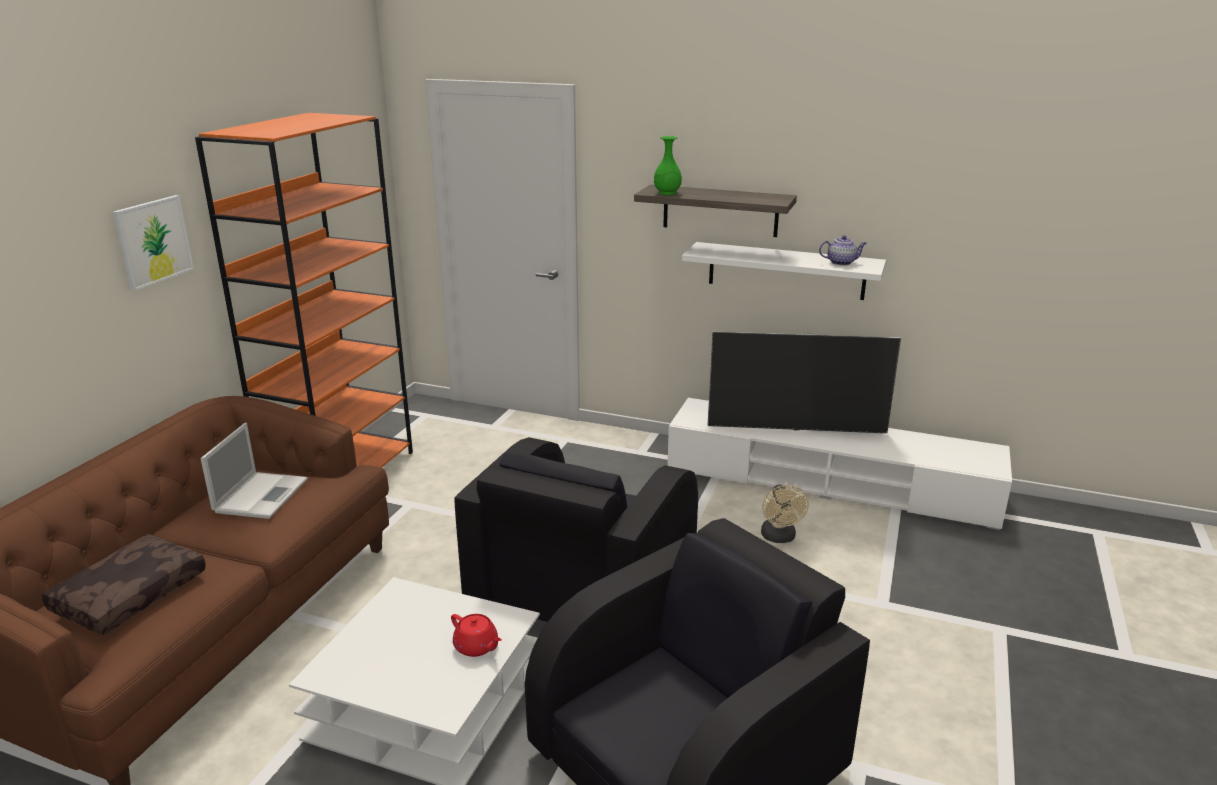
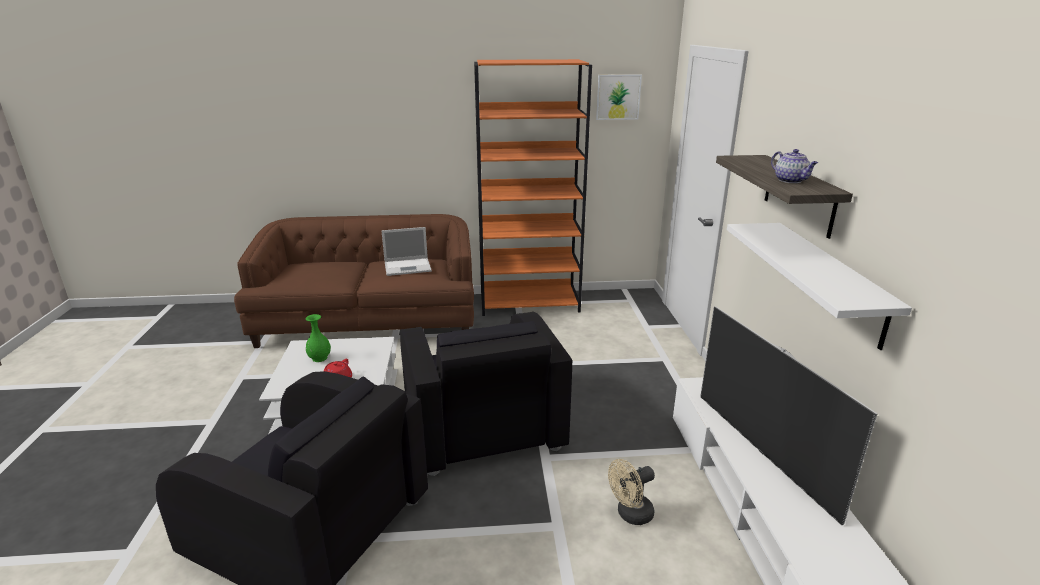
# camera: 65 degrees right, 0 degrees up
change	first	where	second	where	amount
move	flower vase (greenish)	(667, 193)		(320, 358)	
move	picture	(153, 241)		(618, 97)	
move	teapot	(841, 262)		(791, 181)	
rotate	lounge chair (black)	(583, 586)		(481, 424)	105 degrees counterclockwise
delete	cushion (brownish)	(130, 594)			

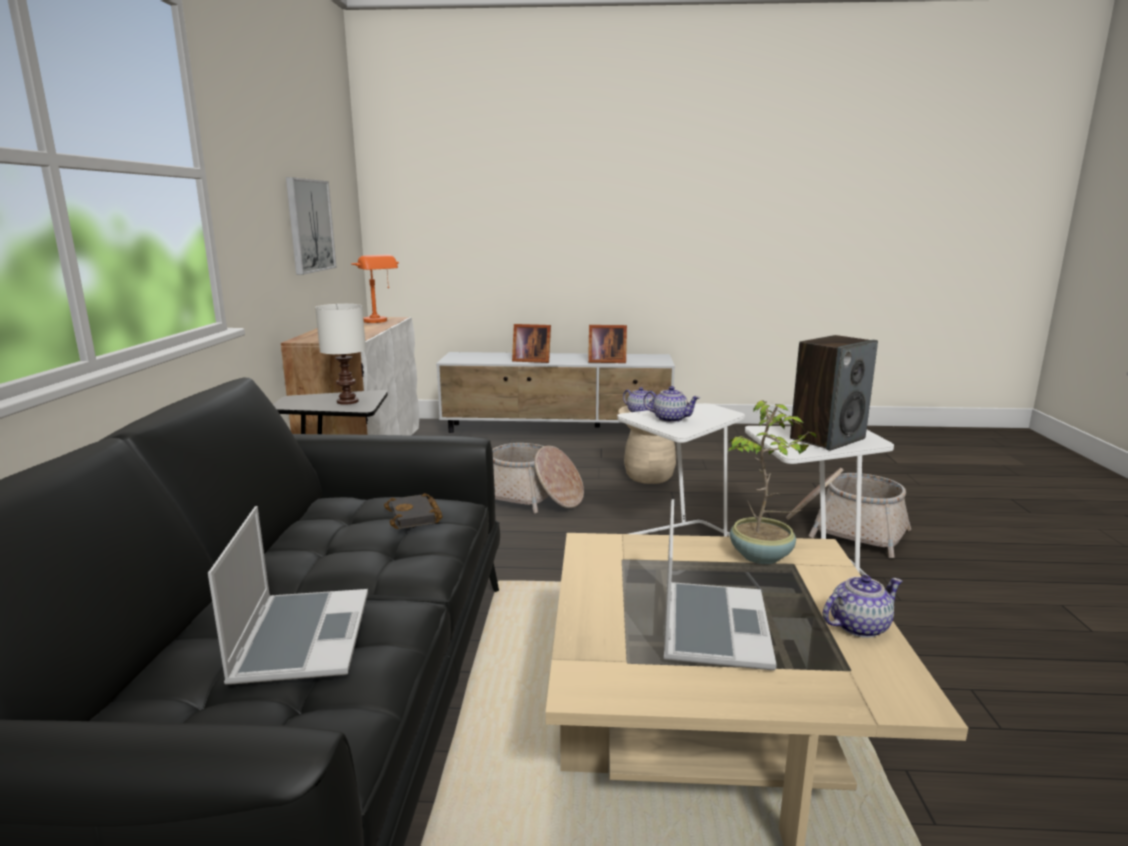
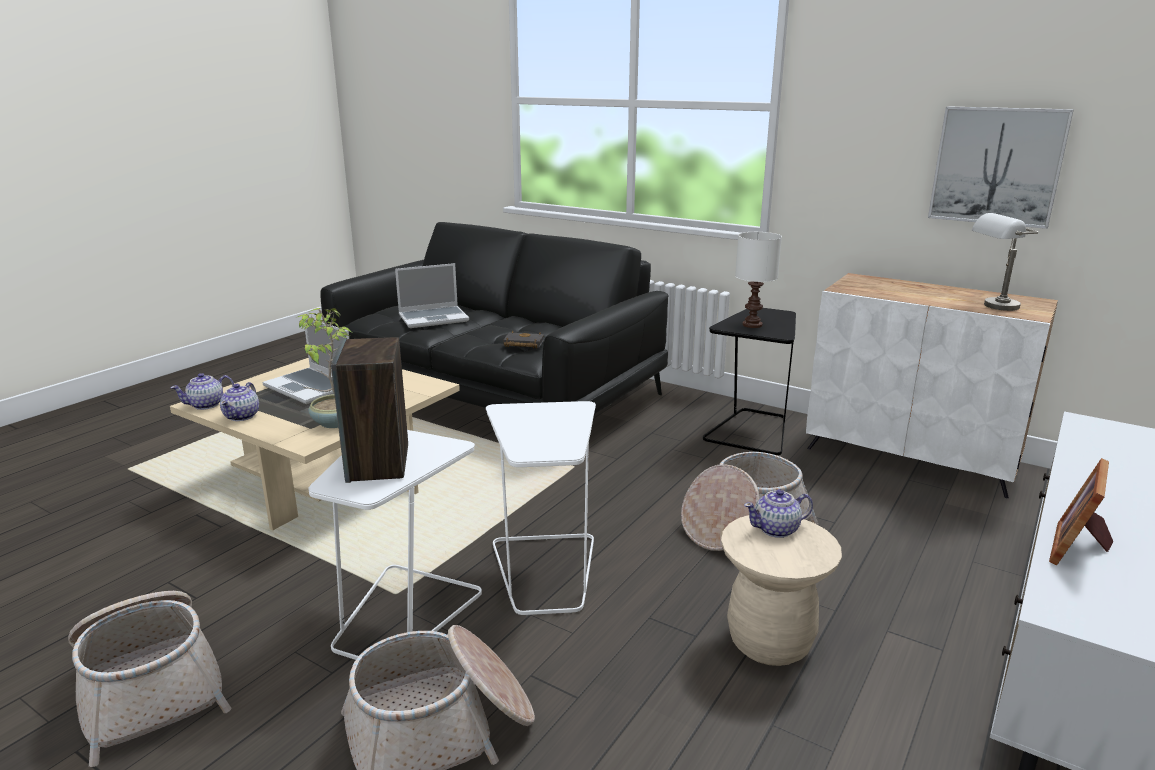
# camera: 120 degrees right, 5 degrees up
change	first	where	second	where	amount
recolor	lamp for a table (orangey)	(379, 322)	lamp for a table (gray)	(992, 307)	
delete	standing frame	(530, 360)			
move	teapot	(670, 419)		(207, 405)	
rotate	portable computer	(301, 637)		(434, 318)	45 degrees counterclockwise
insert			household basket	(150, 687)	

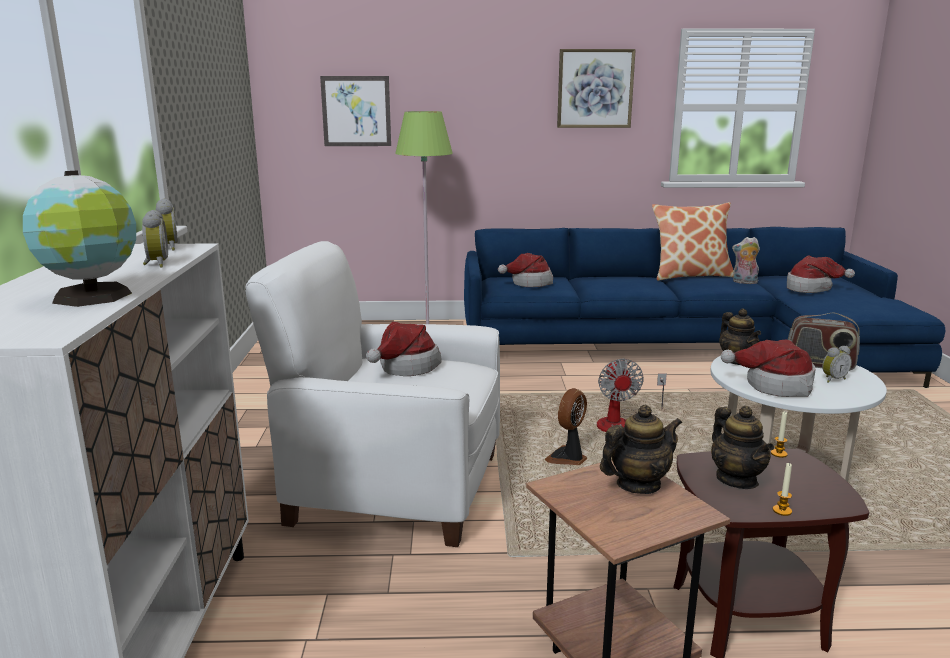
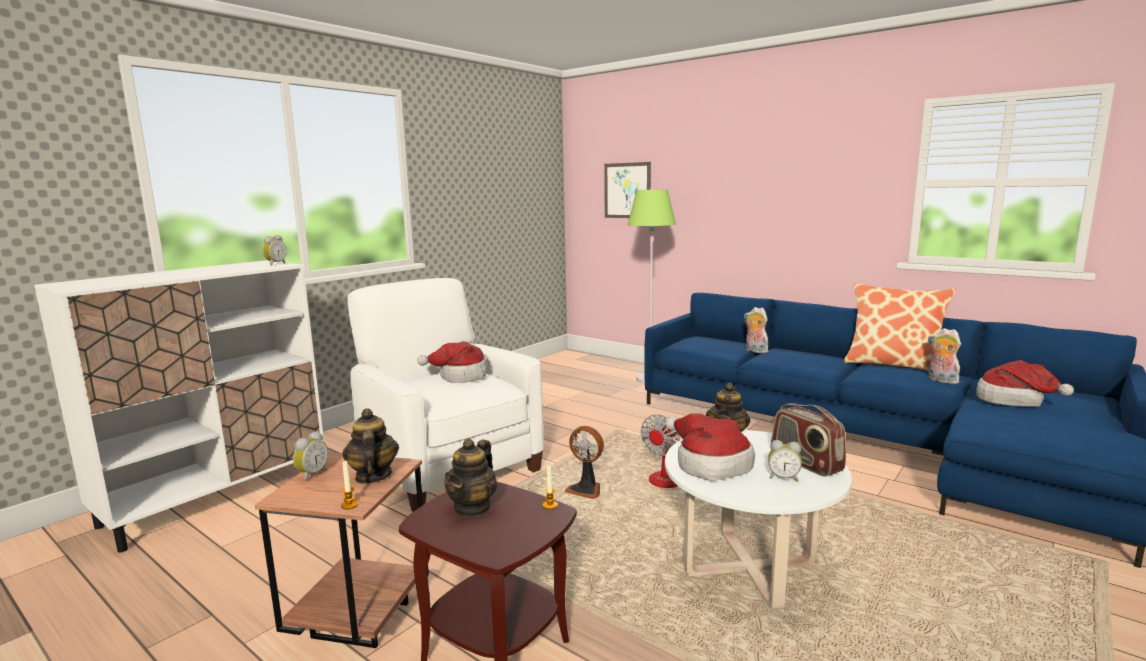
# camera: 40 degrees right, 5 degrees down
change	first	where	second	where	amount
delete	picture	(595, 89)			
delete	globe	(93, 297)			
move	bedside clock	(156, 264)		(311, 474)	
delete	hat	(529, 282)			
rotate	cooling fan	(568, 458)		(586, 490)	135 degrees counterclockwise
rotate	teapot	(638, 484)		(372, 476)	120 degrees counterclockwise
move	candle	(782, 510)		(349, 505)	
insert			plush toy	(755, 351)	

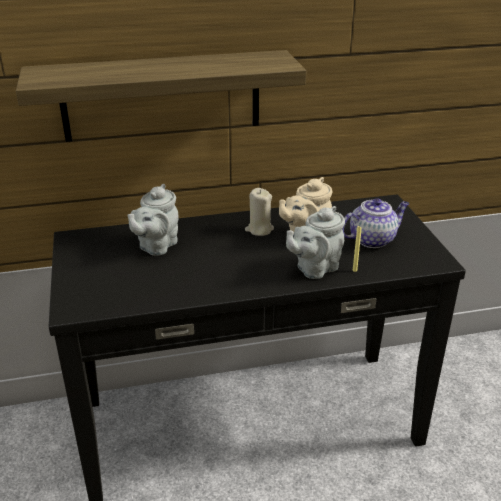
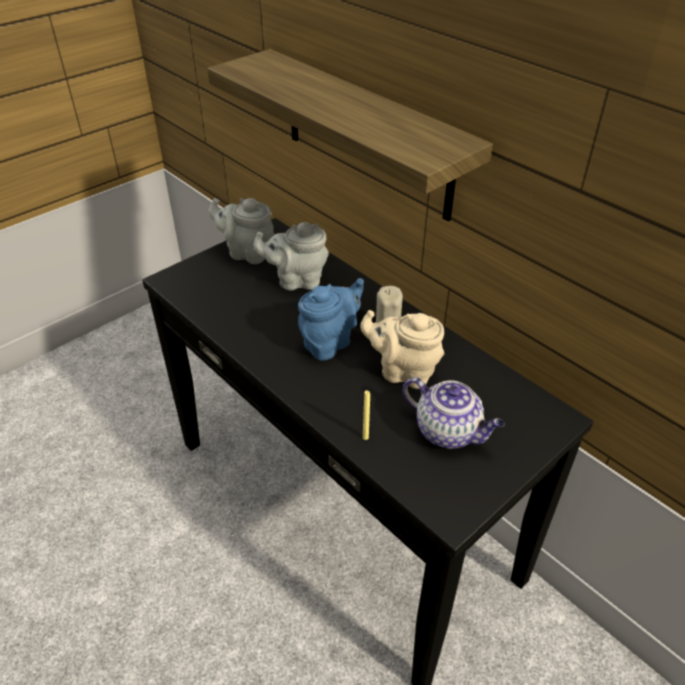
# camera: 60 degrees right, 10 degrees up
change	first	where	second	where	amount
move	teapot (gray)	(314, 269)		(247, 253)	
insert			teapot (blue)	(330, 342)	

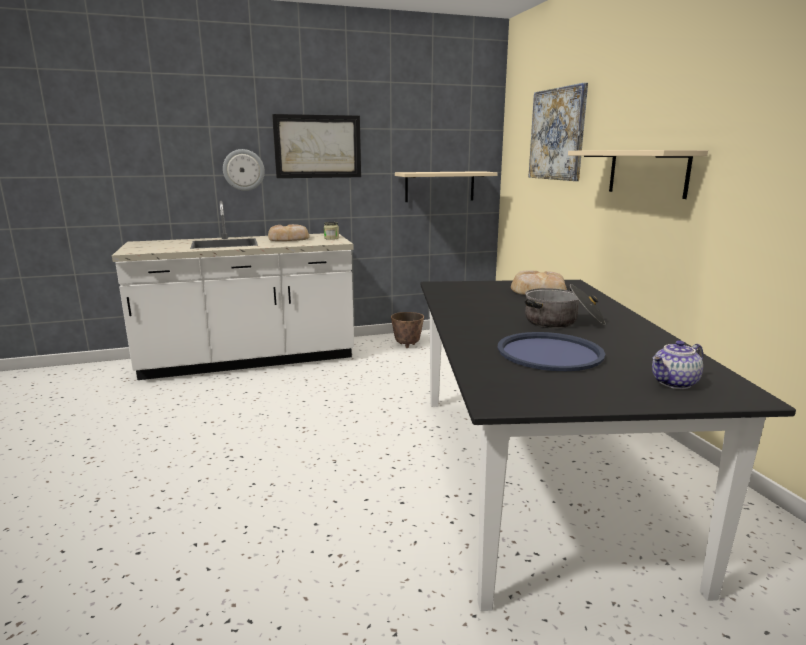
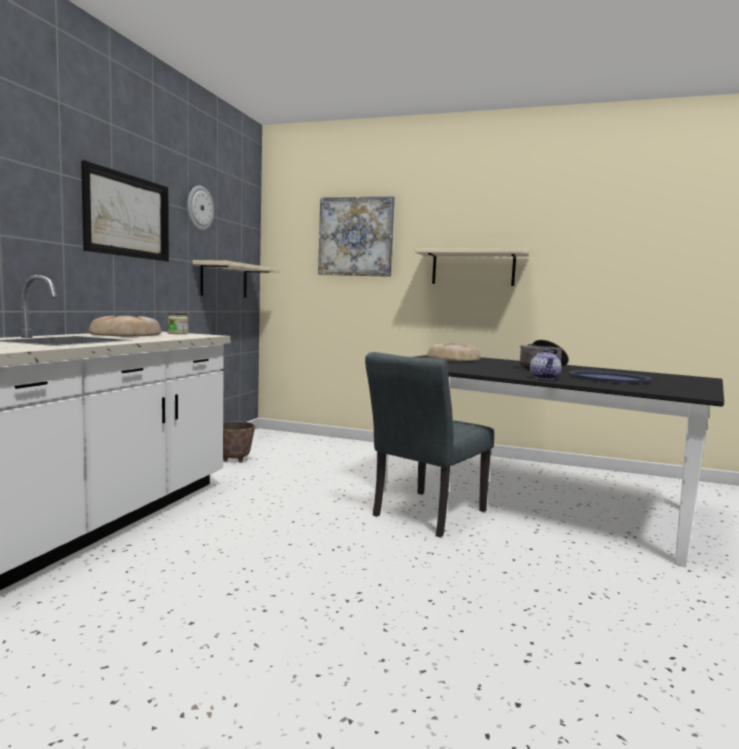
# camera: 55 degrees left, 10 degrees down
change	first	where	second	where	amount
move	wall clock	(243, 170)		(199, 208)	
move	teapot	(675, 383)		(545, 378)	
insert			plain chair (gray)	(424, 515)	

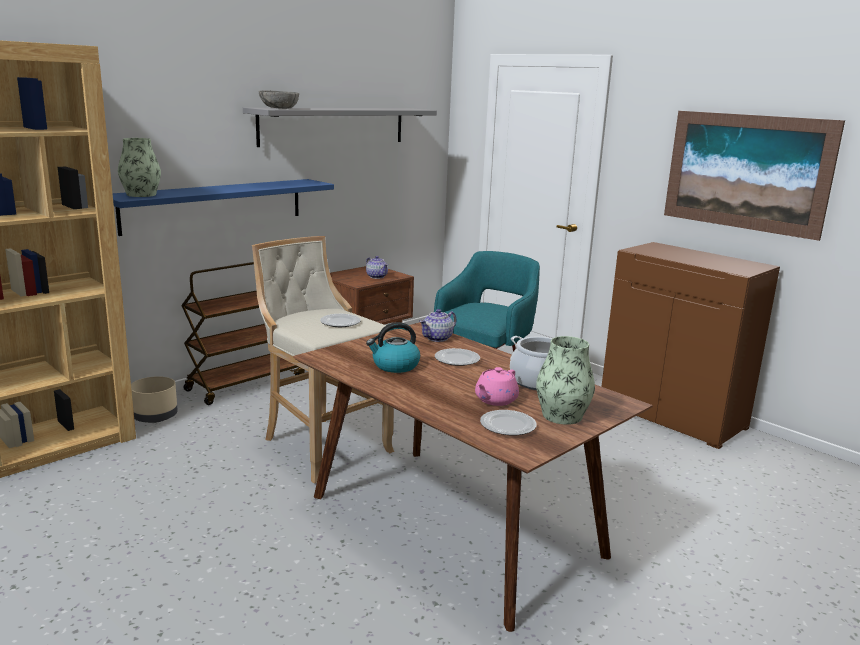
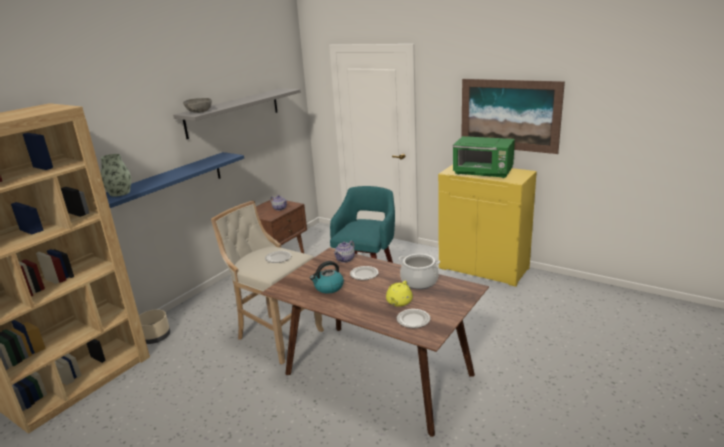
# camera: 10 degrees left, 5 degrees up
change	first	where	second	where	amount
recolor	storage cabinet (brownish)	(673, 416)	storage cabinet (yellow)	(484, 268)	
delete	cart (brownish)	(246, 383)			
delete	flower vase	(562, 415)			
recolor	teapot (pink)	(495, 400)	teapot (yellow)	(399, 302)	
insert			kitchen microwave (greenish)	(483, 173)	

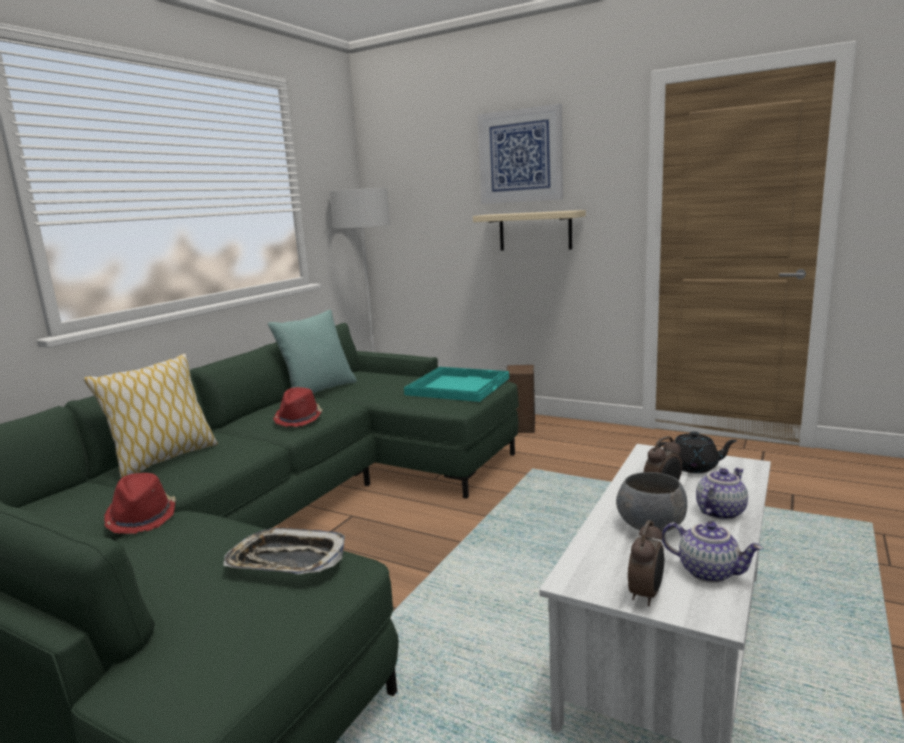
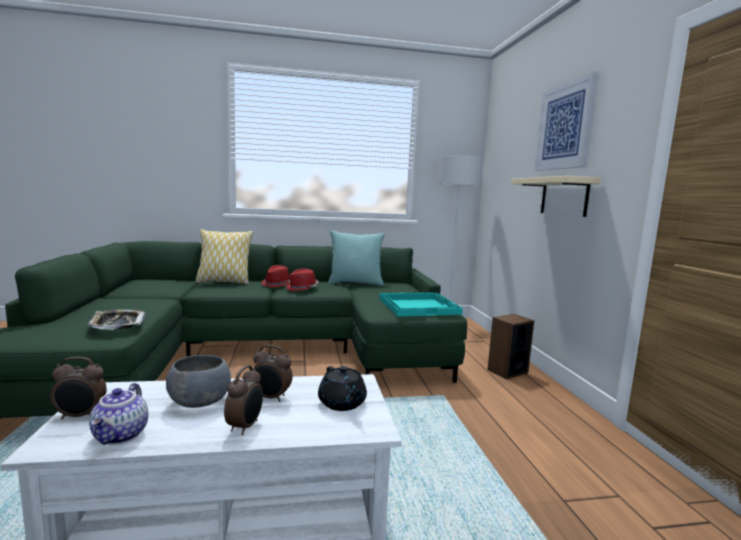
# camera: 50 degrees right, 5 degrees down
change	first	where	second	where	amount
replace	teapot	(719, 511)	bedside clock	(245, 426)	
move	hat (red)	(142, 517)		(277, 284)	

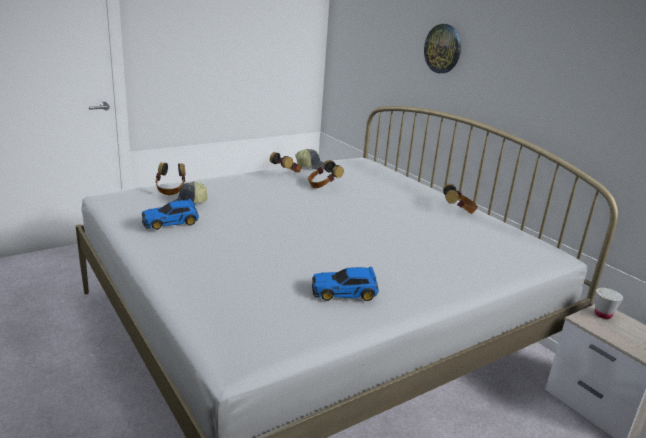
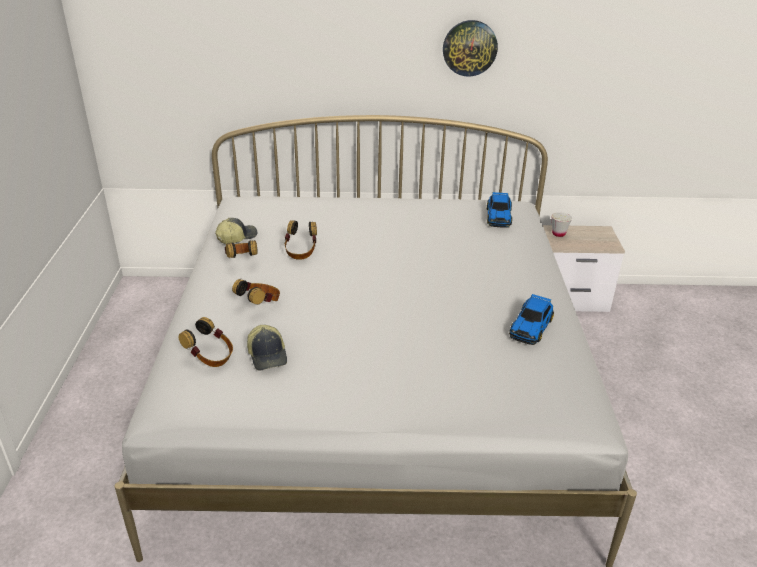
# camera: 55 degrees left, 10 degrees up
change	first	where	second	where	amount
move	wall clock	(443, 48)		(469, 48)	
move	headphones	(458, 211)		(260, 304)	
move	model car	(171, 222)		(499, 216)	

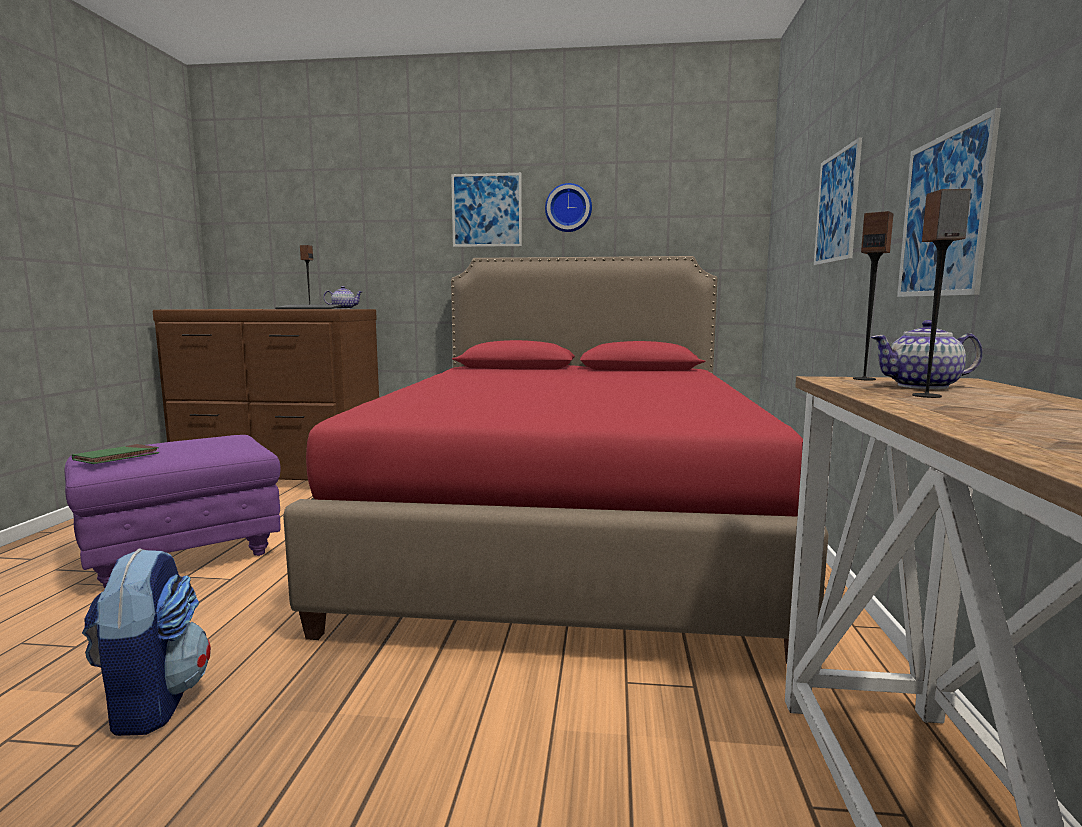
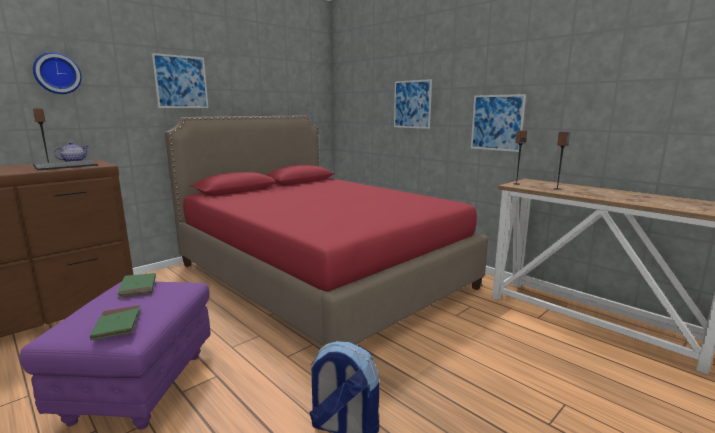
# camera: 50 degrees left, 5 degrees up
change	first	where	second	where	amount
move	wall clock	(568, 208)		(57, 73)	
delete	teapot	(923, 386)			
insert			bound book (greenish)	(138, 288)	

